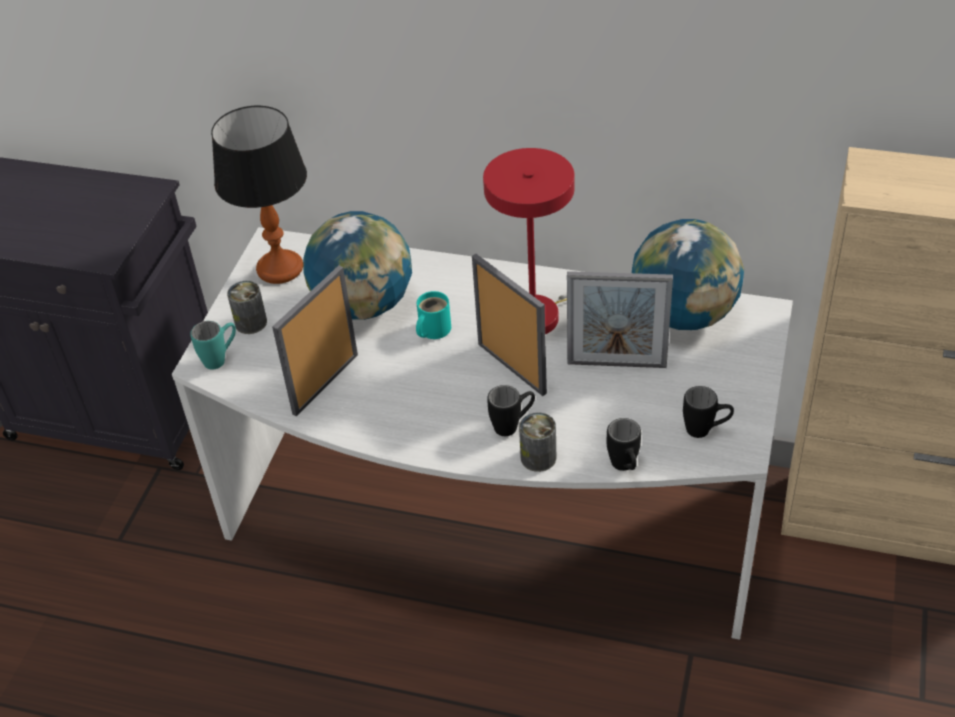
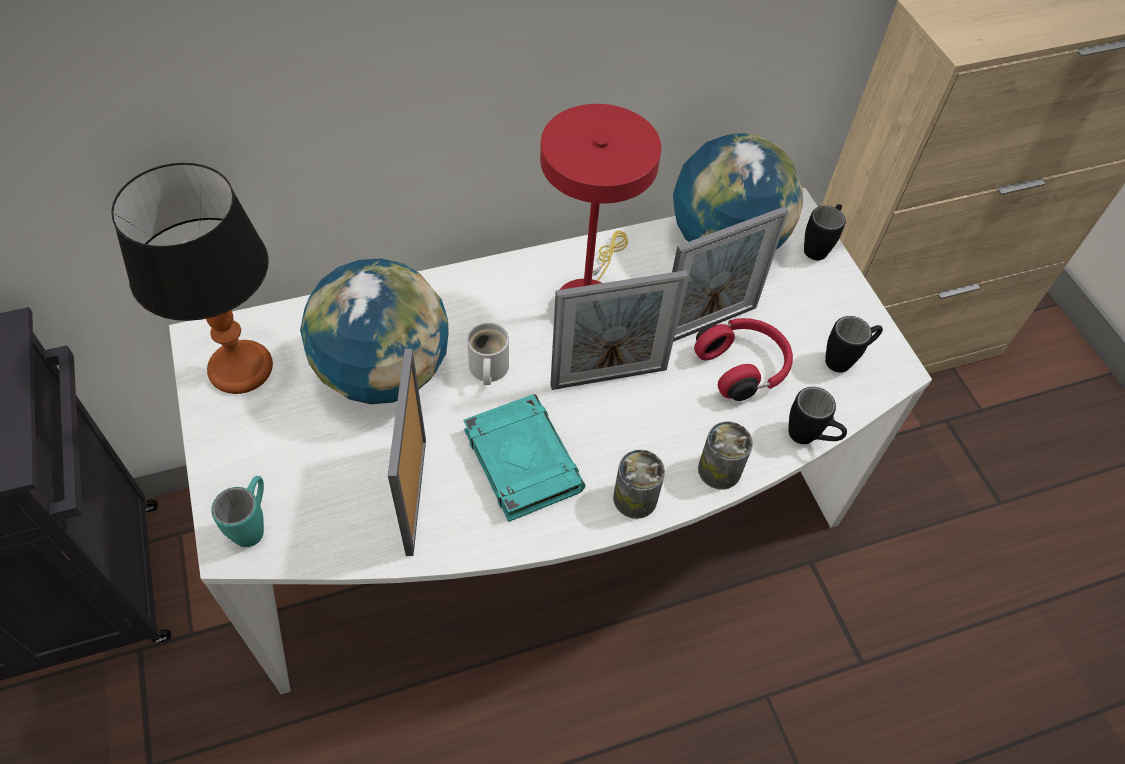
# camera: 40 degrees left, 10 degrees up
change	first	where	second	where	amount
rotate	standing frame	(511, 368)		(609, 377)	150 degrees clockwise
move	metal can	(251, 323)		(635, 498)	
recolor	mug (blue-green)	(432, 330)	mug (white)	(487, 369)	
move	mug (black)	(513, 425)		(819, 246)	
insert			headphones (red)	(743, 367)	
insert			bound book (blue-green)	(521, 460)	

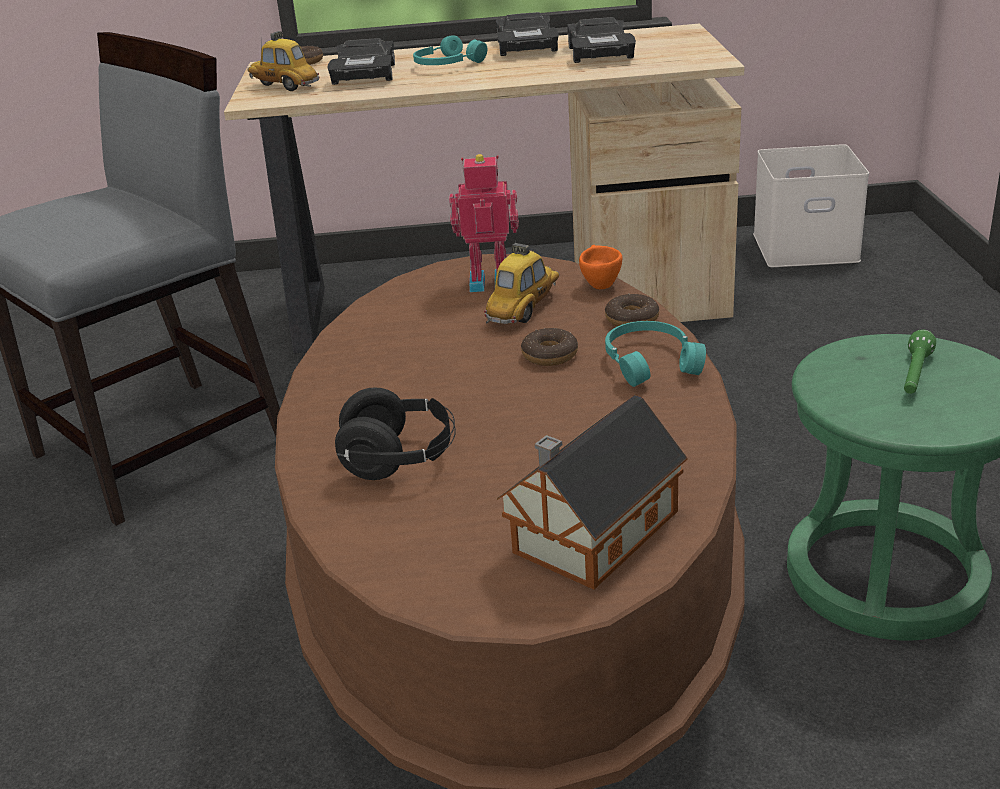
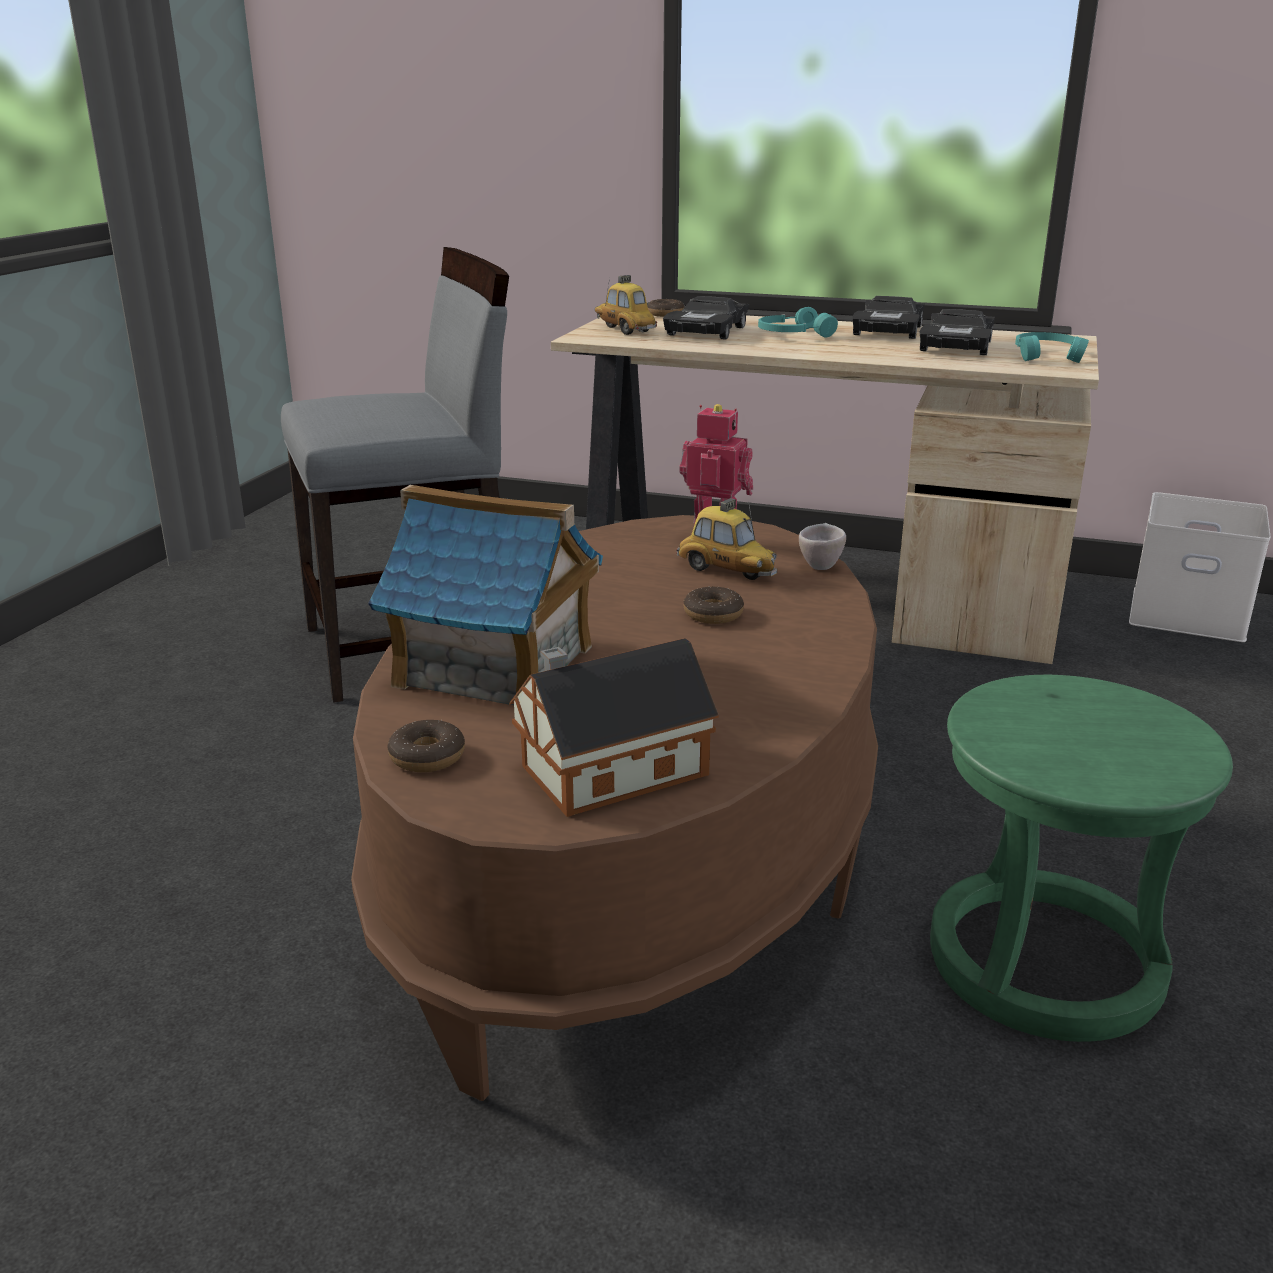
# camera: 20 degrees right, 5 degrees down
change	first	where	second	where	amount
rotate	model car	(525, 310)		(726, 571)	75 degrees clockwise
recolor	cup (orangey)	(598, 284)	cup (beige)	(820, 565)	
move	doughnut	(632, 319)		(427, 757)	
move	headphones (blue-green)	(651, 362)		(1047, 356)	
delete	hand torch (greenish)	(915, 375)			
replace	headphones (black)	(400, 460)	model house	(495, 666)	

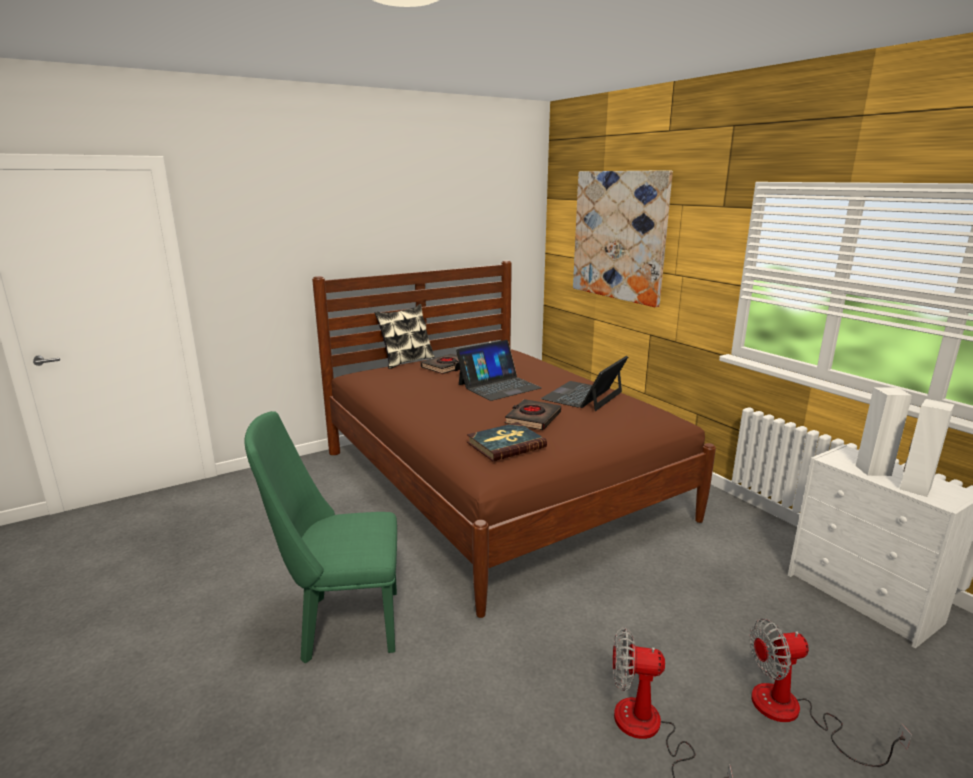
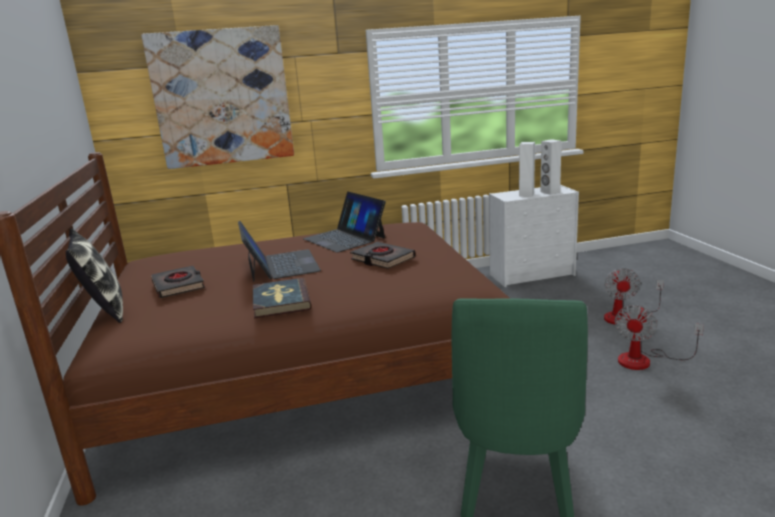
# camera: 70 degrees left, 0 degrees up
change	first	where	second	where	amount
move	bound book	(506, 445)		(280, 301)	

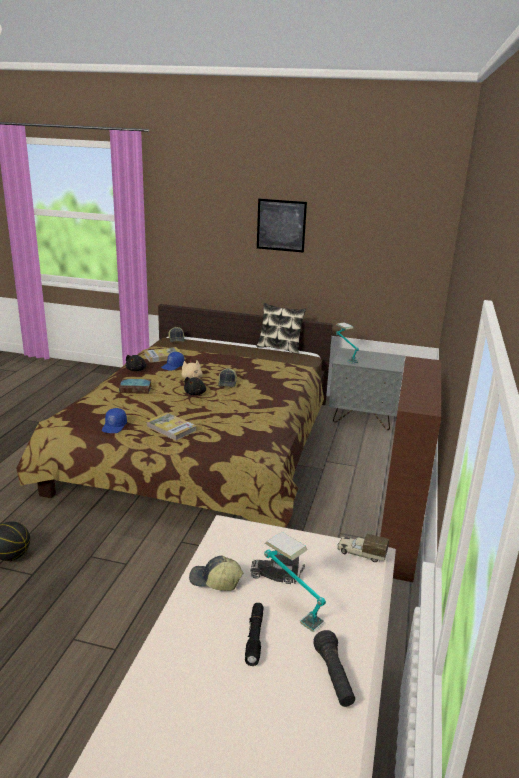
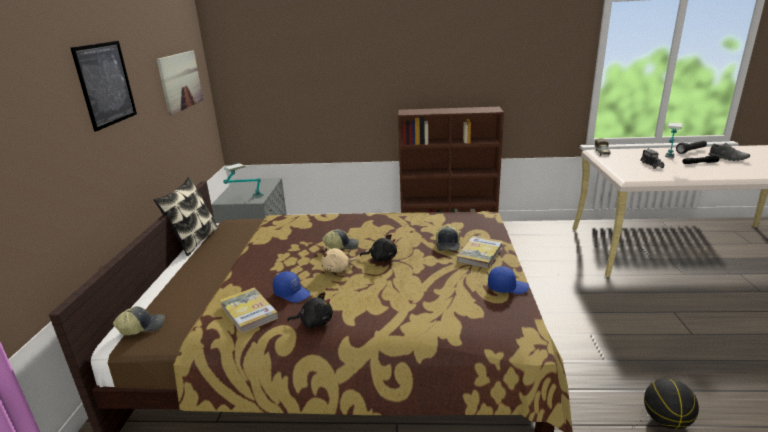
# camera: 100 degrees left, 0 degrees up
change	first	where	second	where	amount
delete	bound book	(136, 388)			
move	cap	(215, 581)		(448, 245)	
insert			picture	(180, 81)	
insert			shoe (gray)	(727, 158)	

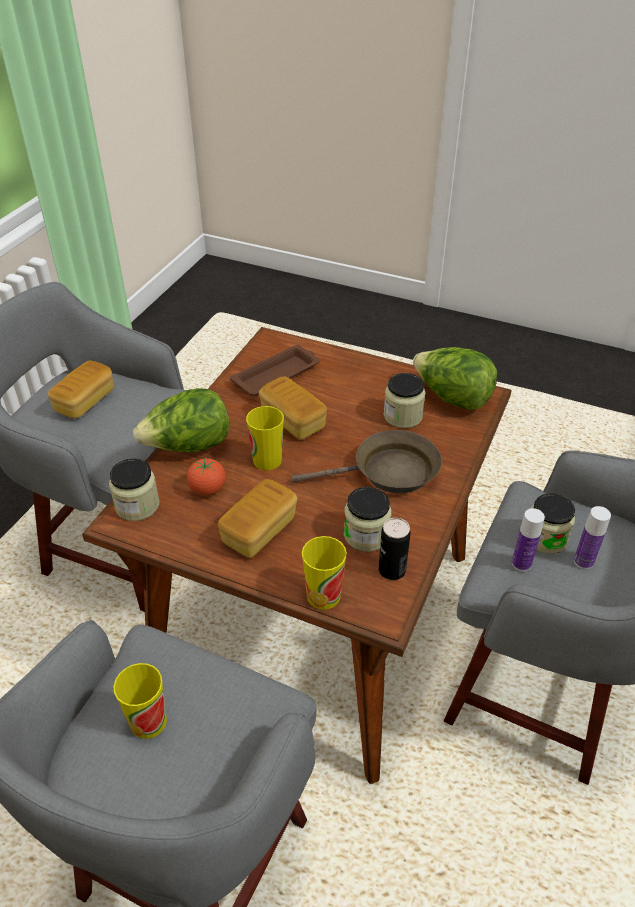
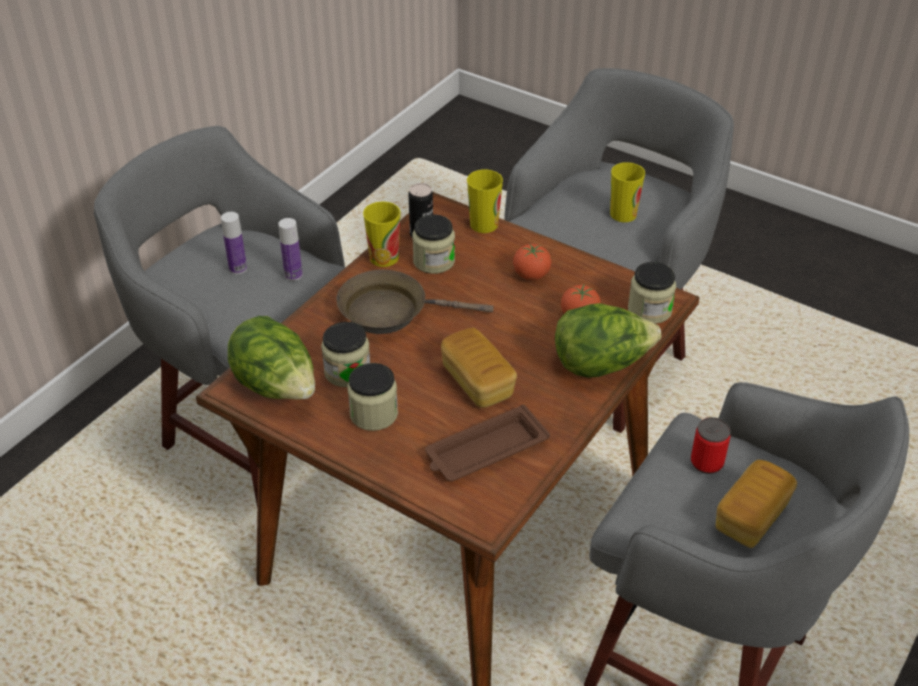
# camera: 170 degrees left, 0 degrees up
change	first	where	second	where	amount
move	cup	(267, 460)		(384, 257)	
replace	bread	(259, 531)	tomato	(531, 275)	
move	preserve jar	(545, 538)		(374, 414)	
insert			metal can	(706, 463)	

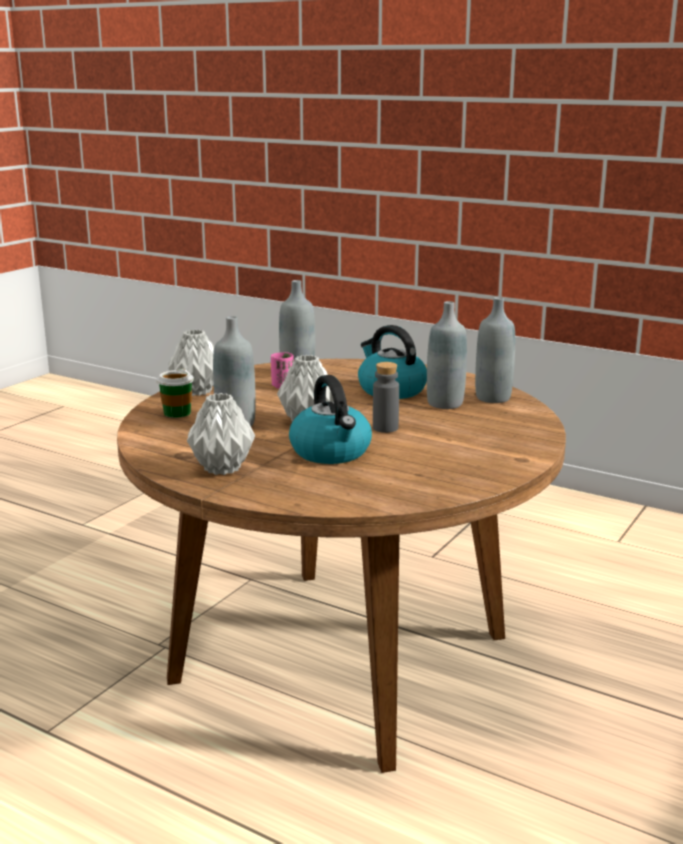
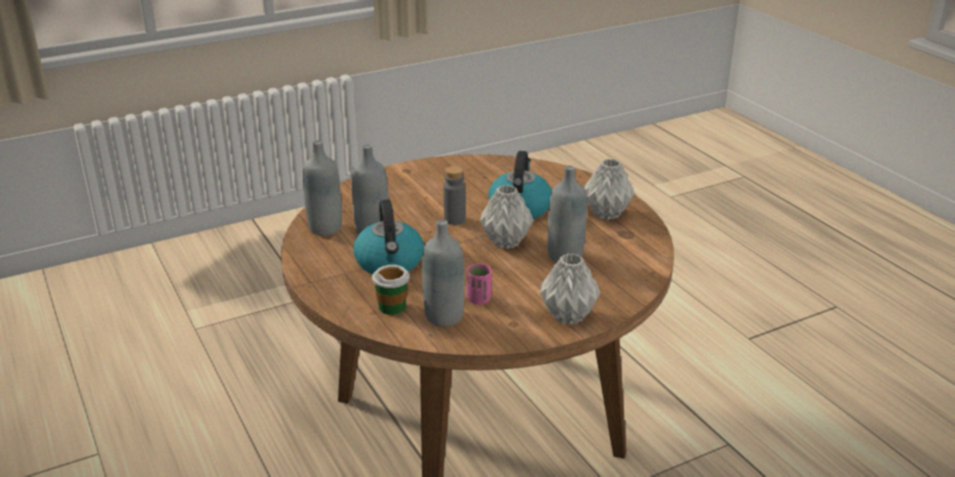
# camera: 150 degrees left, 10 degrees up
change	first	where	second	where	amount
move	cup	(177, 413)		(392, 307)	

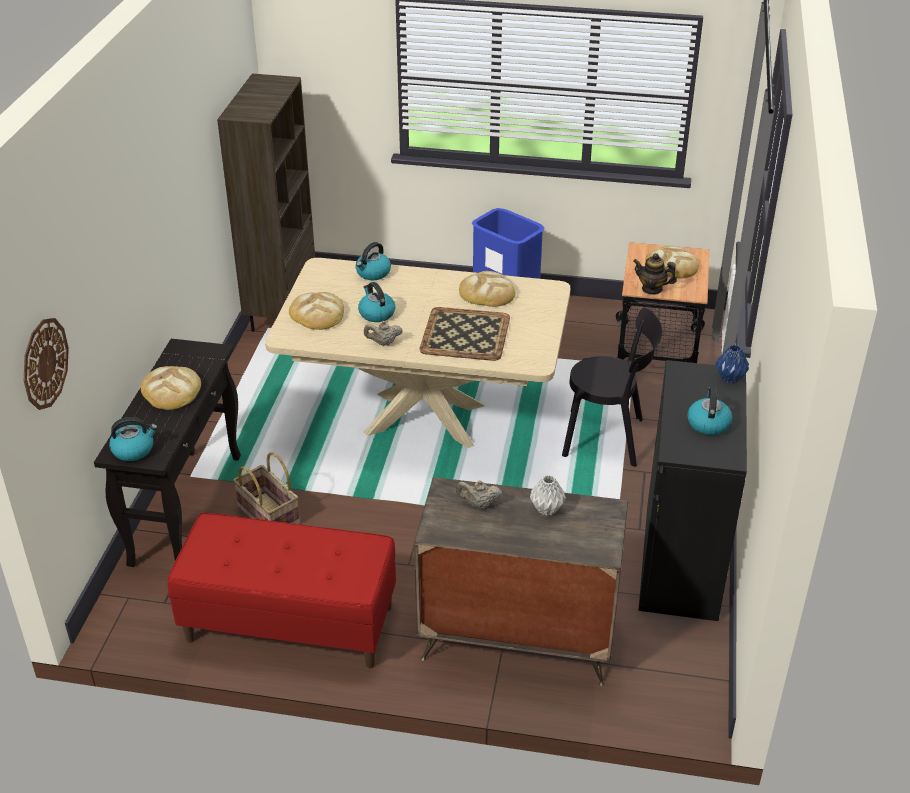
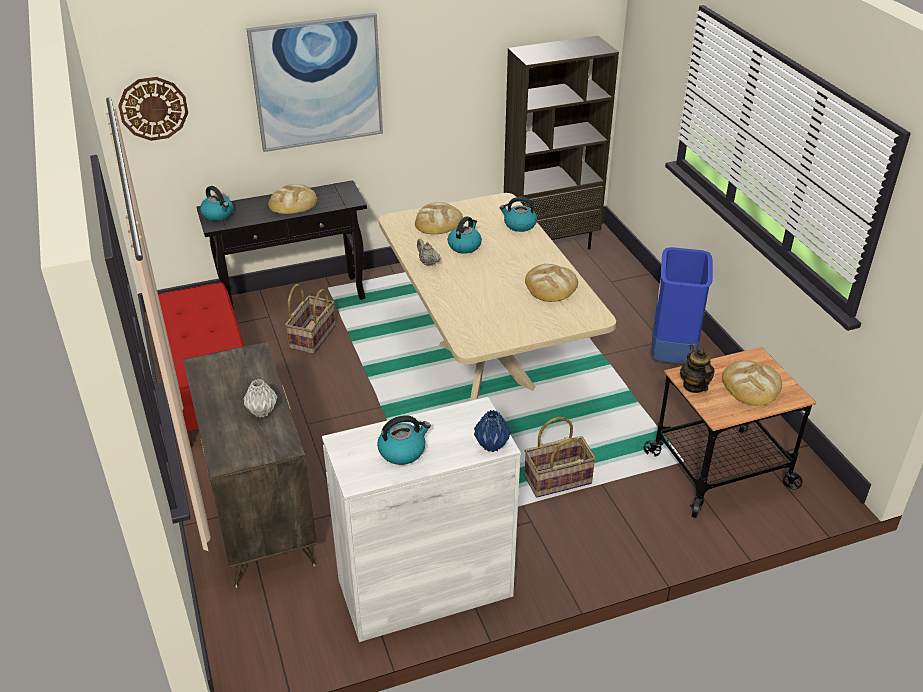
# camera: 60 degrees right, 0 degrees up
change	first	where	second	where	amount
delete	tray	(464, 335)			
replace	plain chair (black)	(608, 438)	household basket	(558, 481)	
recolor	storage cabinet (black)	(681, 560)	storage cabinet (white)	(425, 588)	
delete	teapot (beige)	(478, 504)			
insert			picture	(317, 82)	

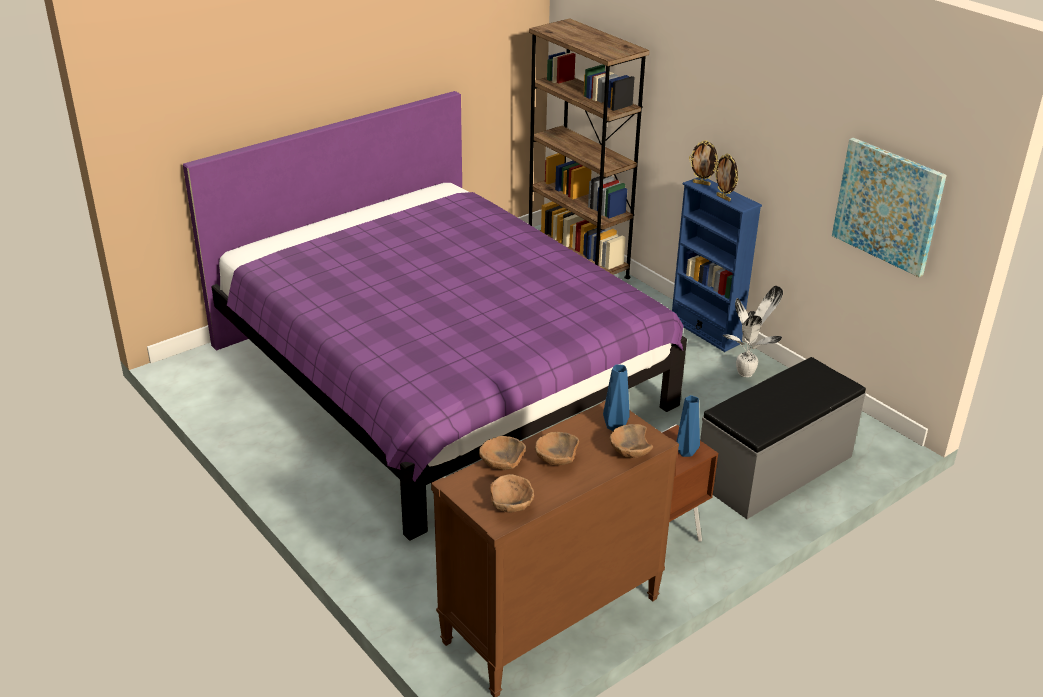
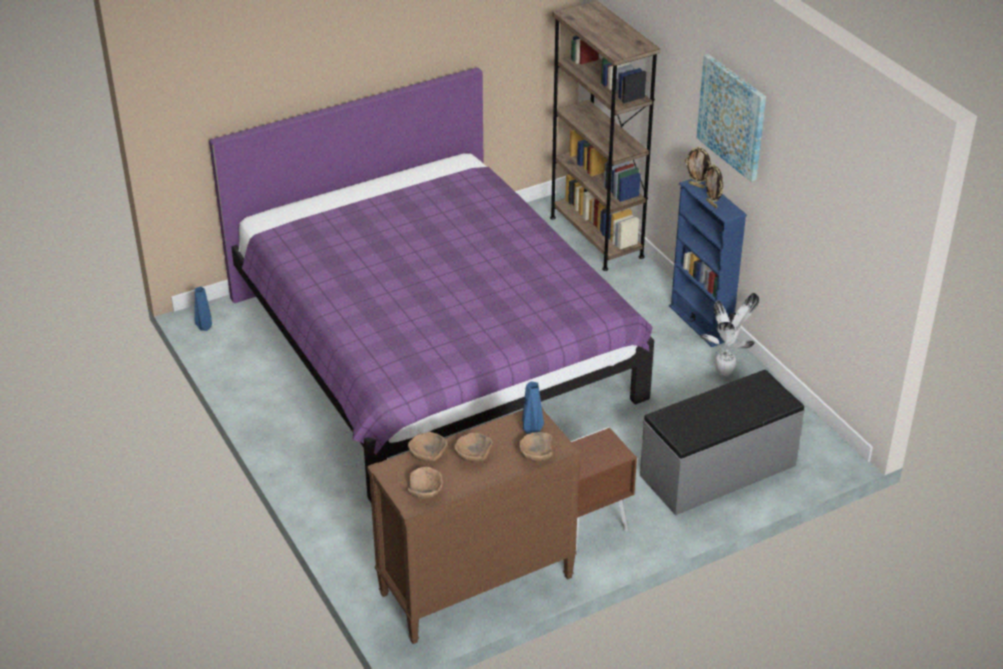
# camera: 10 degrees right, 5 degrees up
change	first	where	second	where	amount
move	picture	(888, 206)		(732, 117)	
move	flower vase (blue)	(687, 452)		(205, 327)	

